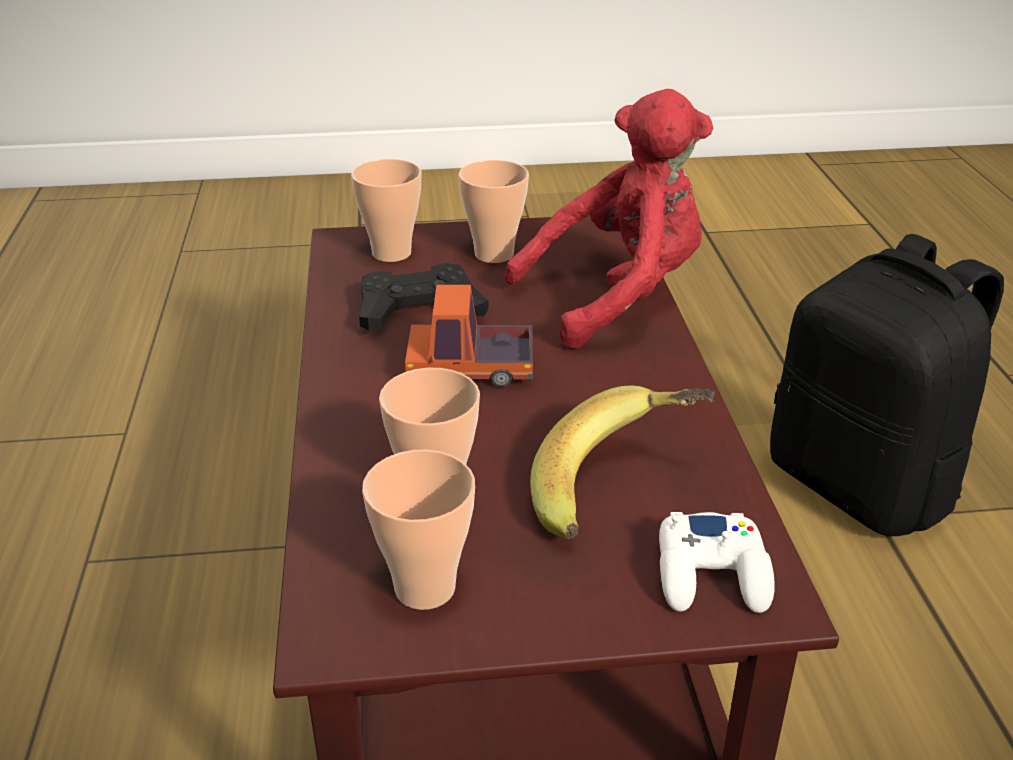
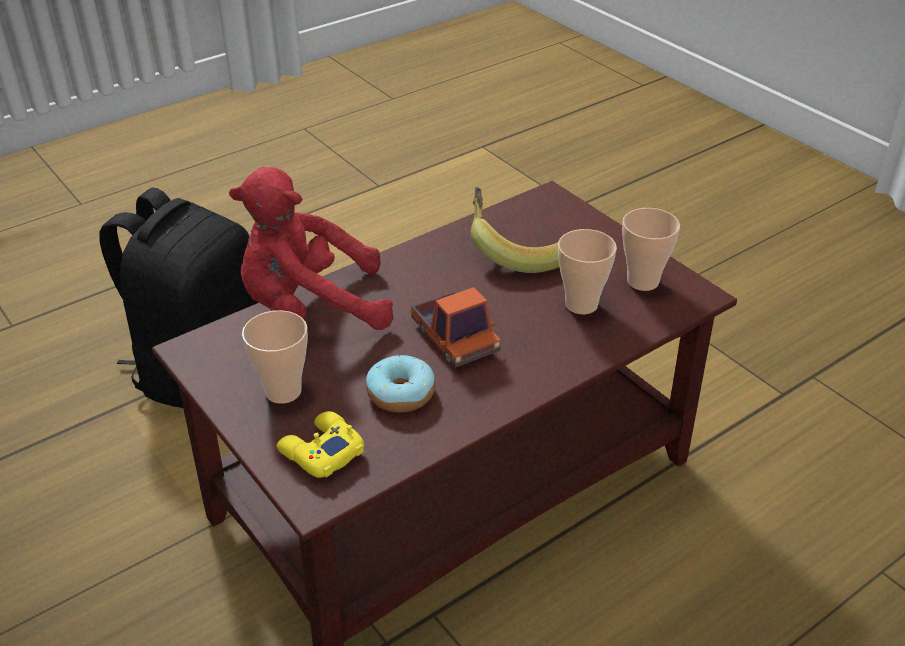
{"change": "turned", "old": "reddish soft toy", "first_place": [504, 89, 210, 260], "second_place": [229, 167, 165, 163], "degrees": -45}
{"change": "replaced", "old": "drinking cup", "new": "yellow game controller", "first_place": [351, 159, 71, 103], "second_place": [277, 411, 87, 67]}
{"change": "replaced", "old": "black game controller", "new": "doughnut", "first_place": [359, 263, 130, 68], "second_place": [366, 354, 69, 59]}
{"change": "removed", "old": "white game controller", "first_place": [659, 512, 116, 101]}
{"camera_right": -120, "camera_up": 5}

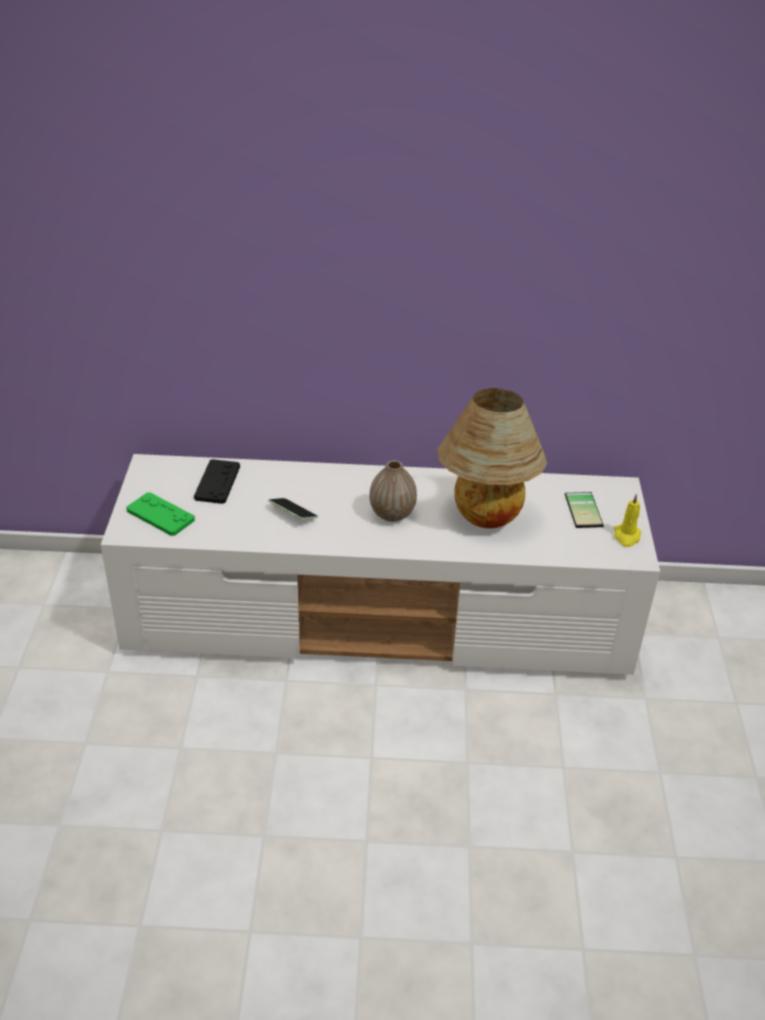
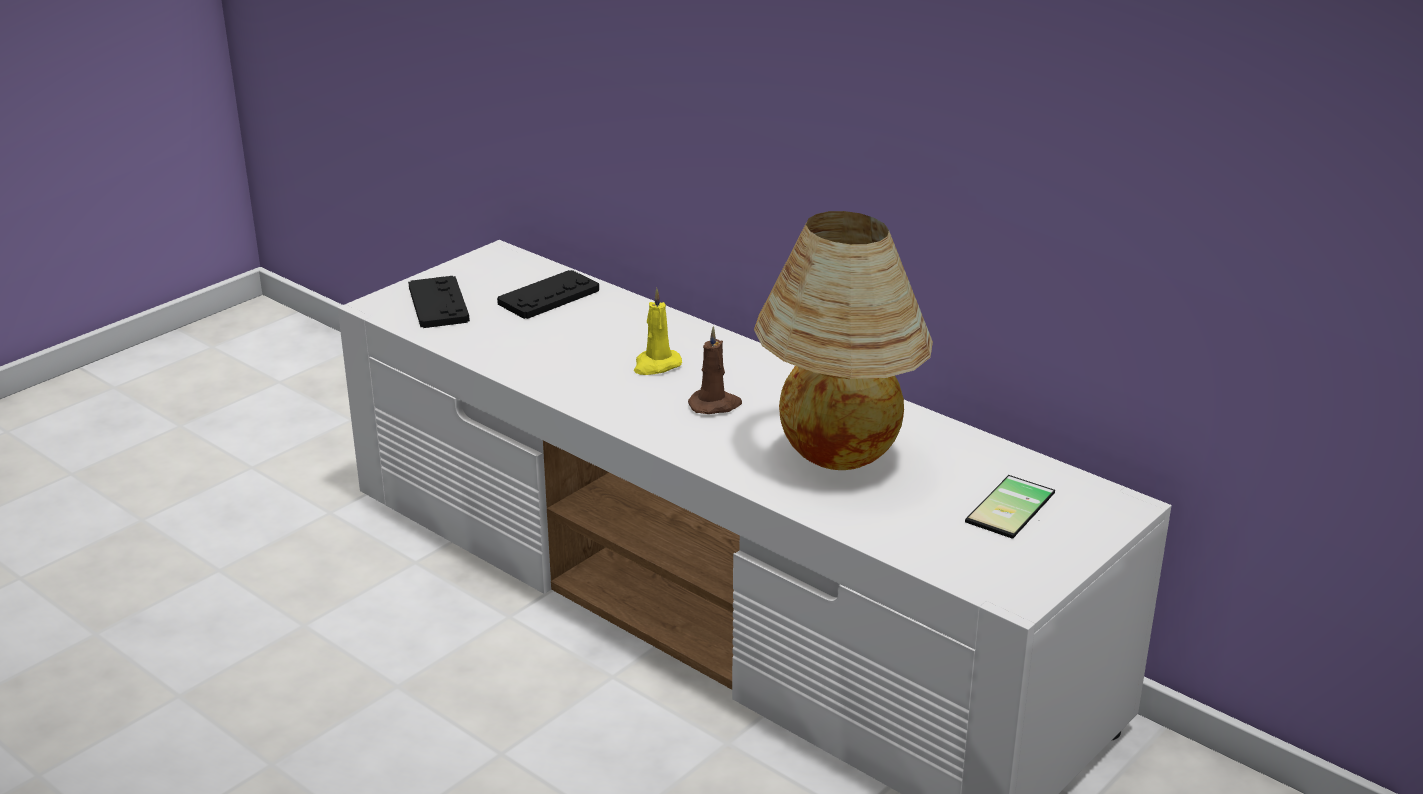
{"change": "replaced", "old": "vase", "new": "brownish wax candle", "first_place": [369, 460, 48, 62], "second_place": [688, 326, 54, 88]}
{"change": "recoloured", "old": "green-coloured game controller", "new": "black game controller", "first_place": [126, 492, 69, 44], "second_place": [408, 276, 62, 52]}
{"change": "moved", "old": "yellow wax candle", "first_place": [614, 494, 27, 53], "second_place": [634, 288, 48, 87]}
{"change": "removed", "old": "telephone", "first_place": [268, 498, 50, 21]}
{"camera_right": 40, "camera_up": -10}

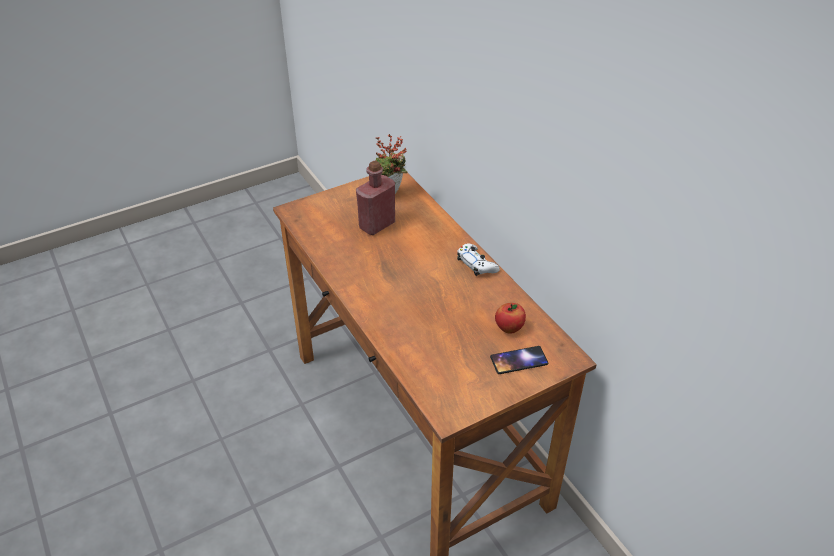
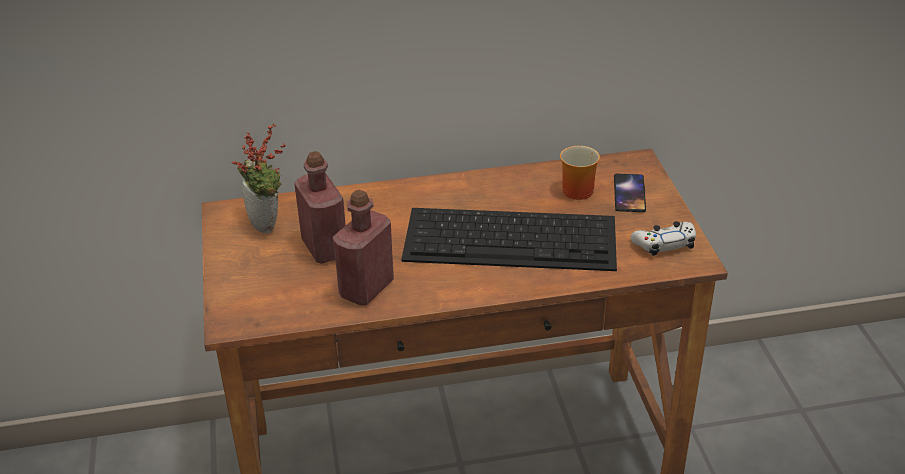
{"change": "moved", "old": "white game controller", "first_place": [457, 243, 43, 33], "second_place": [631, 221, 65, 35]}
{"change": "replaced", "old": "apple", "new": "mug", "first_place": [495, 303, 31, 30], "second_place": [560, 146, 40, 54]}
{"change": "added", "new": "reddish drink bottle", "second_place": [333, 190, 61, 116]}
{"change": "added", "new": "keyboard", "second_place": [401, 208, 216, 63]}
{"camera_right": -70, "camera_up": -5}

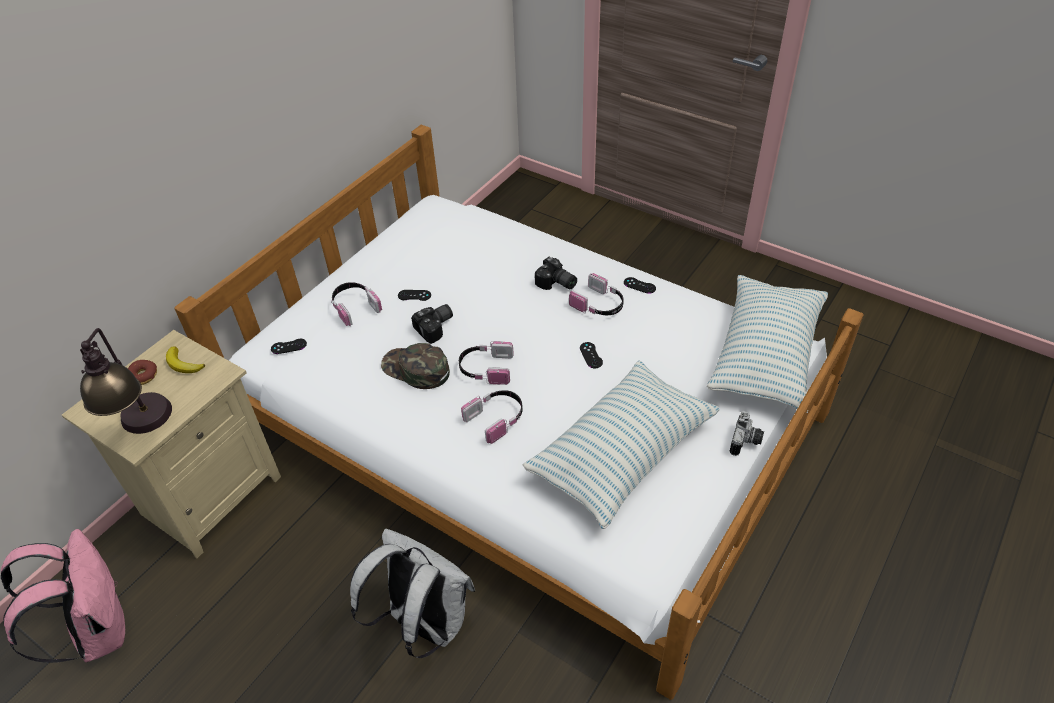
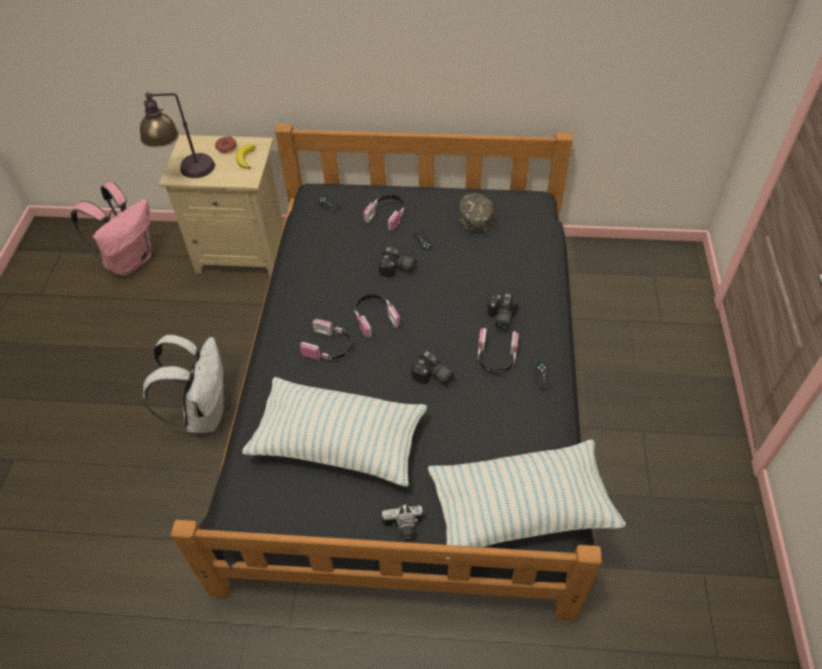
{"change": "recoloured", "old": "white bedroom bed", "new": "black bedroom bed", "first_place": [174, 125, 690, 575], "second_place": [171, 124, 431, 498]}
{"change": "replaced", "old": "black game controller", "new": "photo camera", "first_place": [580, 342, 23, 26], "second_place": [411, 350, 43, 35]}
{"change": "moved", "old": "green-coloured cap", "first_place": [381, 343, 69, 46], "second_place": [459, 193, 35, 40]}
{"camera_right": 60, "camera_up": 5}

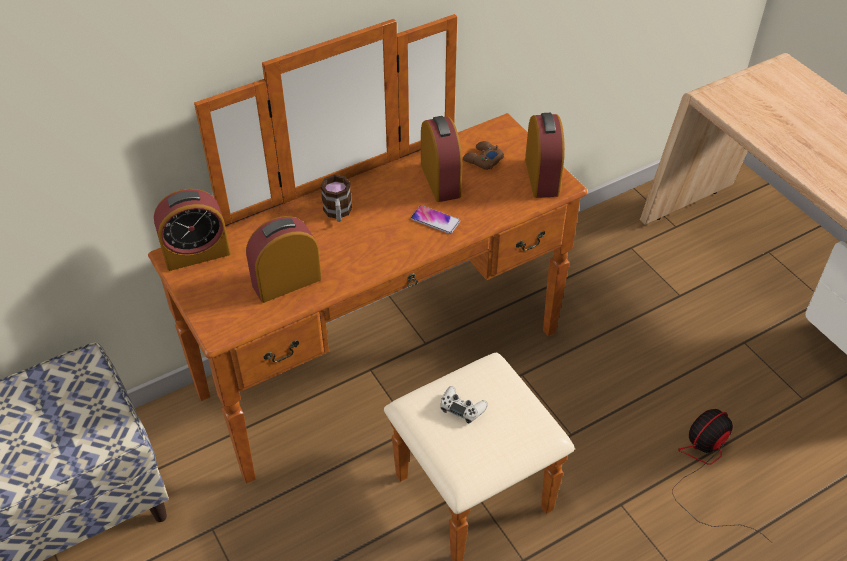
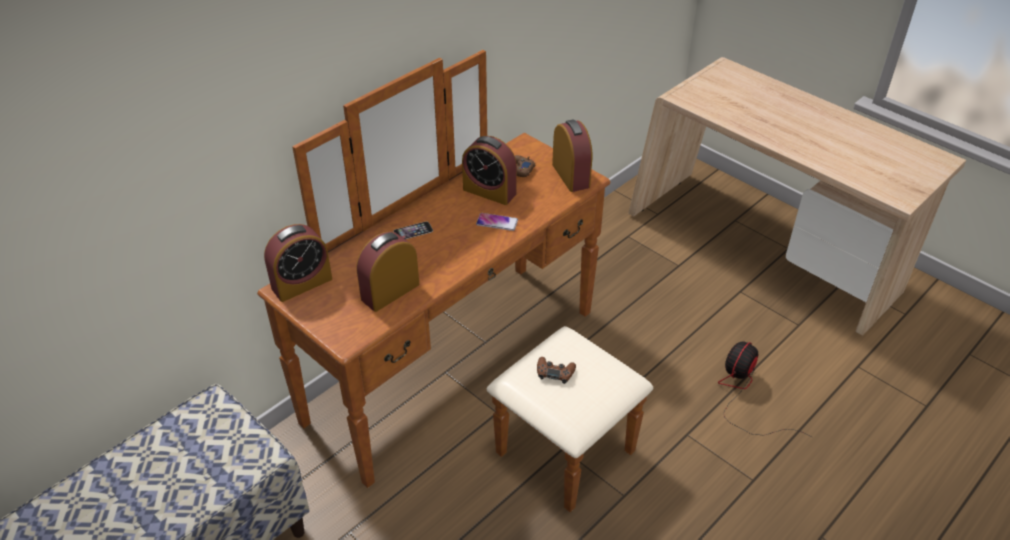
{"change": "turned", "old": "table clock", "first_place": [421, 116, 41, 86], "second_place": [462, 136, 55, 69], "degrees": 150}
{"change": "replaced", "old": "mug", "new": "telephone", "first_place": [321, 174, 31, 48], "second_place": [393, 221, 40, 18]}
{"change": "recoloured", "old": "white game controller", "new": "brownish game controller", "first_place": [441, 386, 47, 37], "second_place": [537, 357, 39, 27]}
{"camera_right": -15, "camera_up": -5}

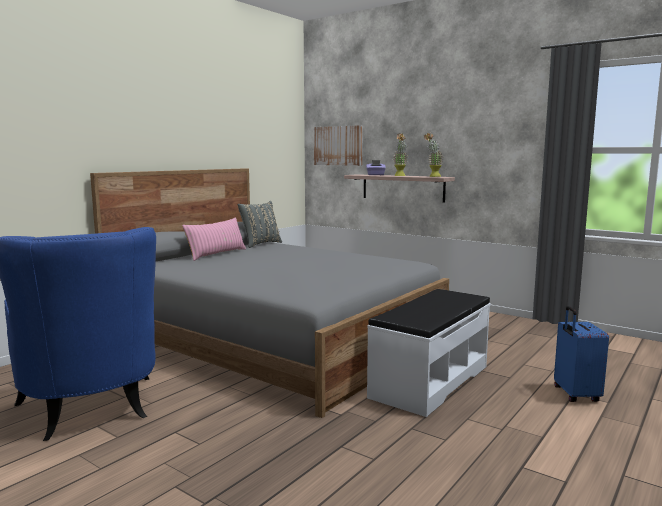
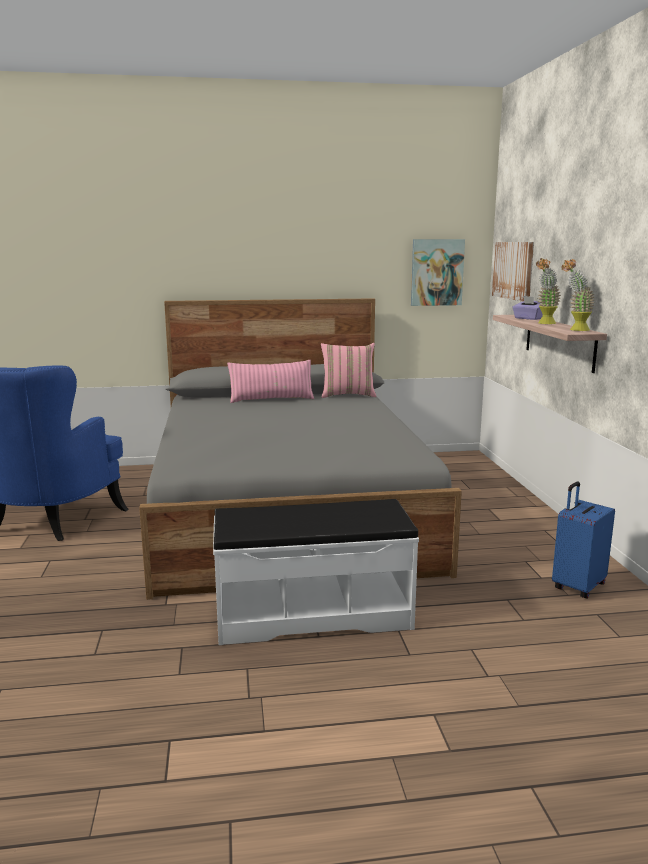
{"change": "recoloured", "old": "gray throw pillow", "new": "pink-coloured throw pillow", "first_place": [237, 201, 45, 47], "second_place": [321, 343, 56, 55]}
{"change": "moved", "old": "blue piece of luggage", "first_place": [554, 306, 55, 96], "second_place": [552, 482, 63, 116]}
{"change": "added", "new": "wall picture", "second_place": [411, 239, 54, 67]}
{"camera_right": 45, "camera_up": 5}

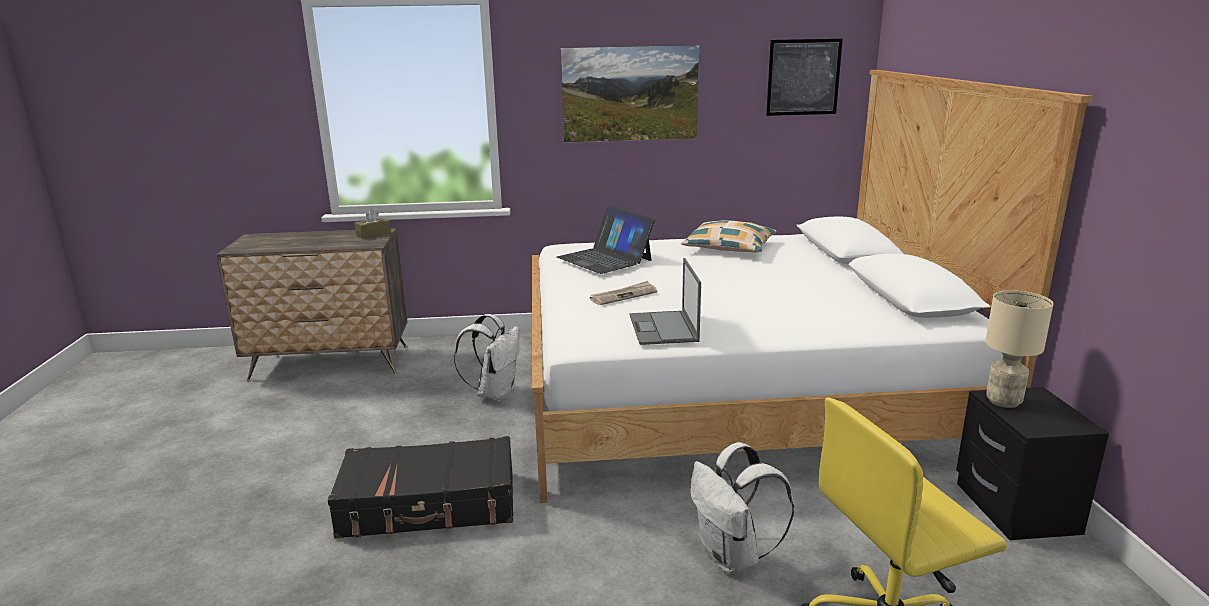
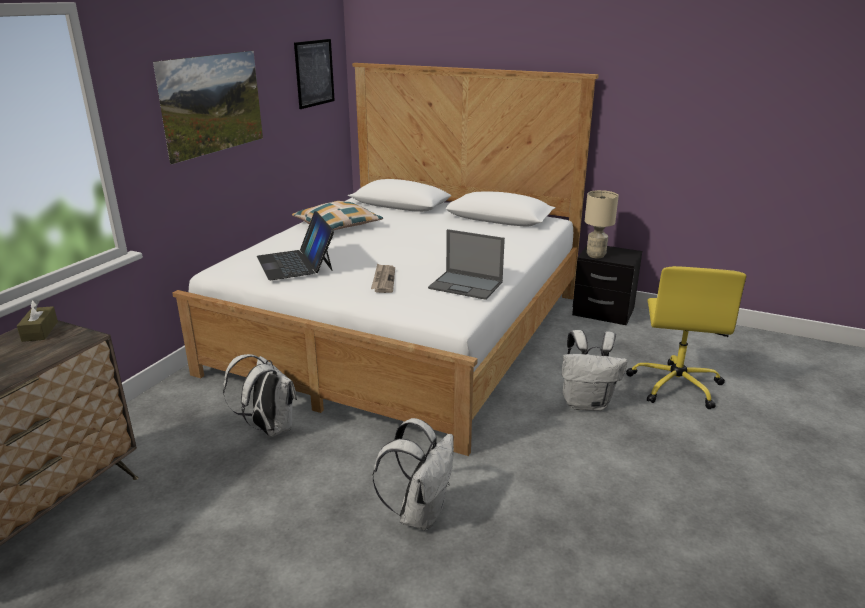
{"change": "turned", "old": "portable computer", "first_place": [557, 206, 98, 68], "second_place": [257, 211, 77, 69], "degrees": 75}
{"change": "replaced", "old": "black piece of luggage", "new": "white rucksack", "first_place": [328, 436, 185, 103], "second_place": [373, 418, 81, 113]}
{"camera_right": -60, "camera_up": 5}

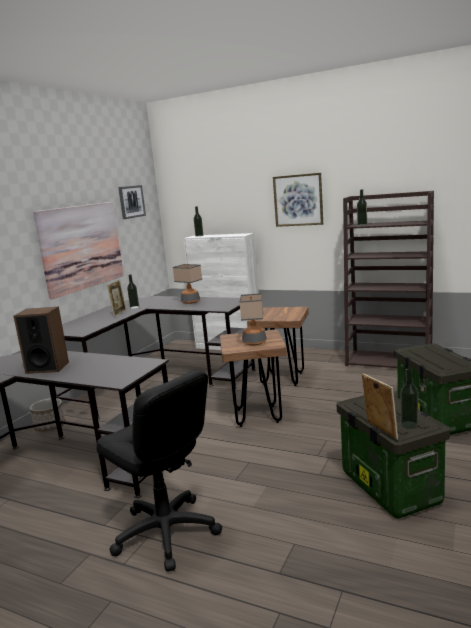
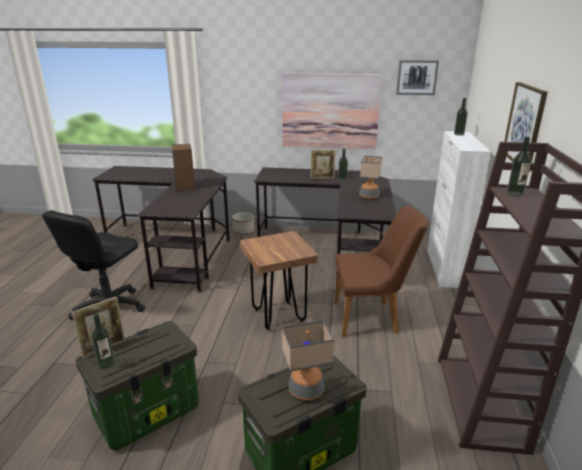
{"change": "moved", "old": "tabletop lamp", "first_place": [239, 293, 28, 52], "second_place": [282, 321, 52, 79]}
{"change": "replaced", "old": "brownish stool", "new": "brownish upright chair", "first_place": [247, 307, 62, 79], "second_place": [334, 206, 95, 131]}
{"camera_right": 70, "camera_up": 10}

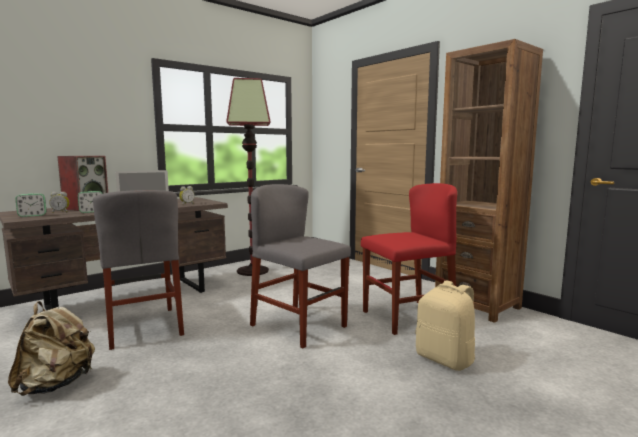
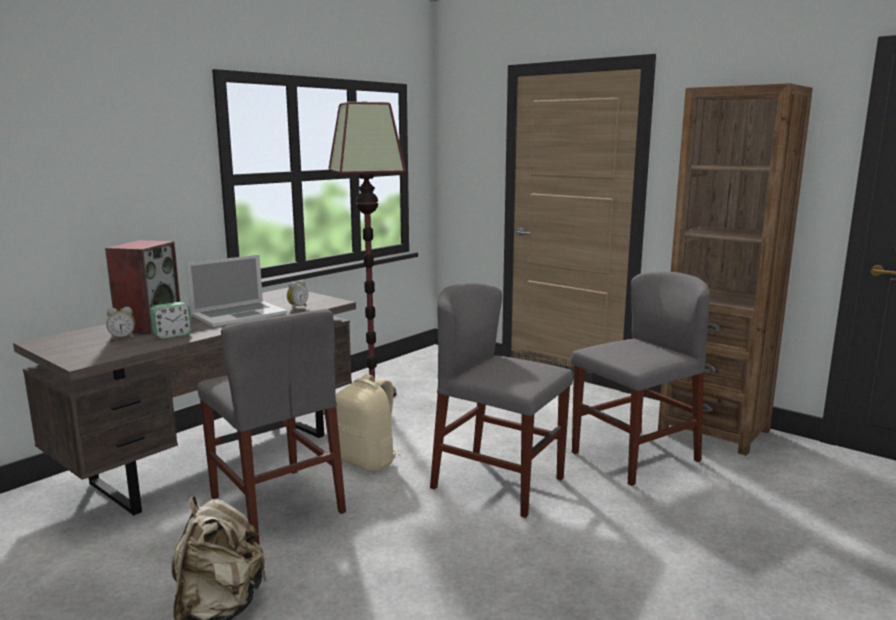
{"change": "recoloured", "old": "reddish upright chair", "new": "gray upright chair", "first_place": [361, 183, 96, 152], "second_place": [571, 272, 139, 214]}
{"change": "removed", "old": "table clock", "first_place": [15, 194, 31, 23]}
{"change": "moved", "old": "sand-coloured rucksack", "first_place": [416, 280, 59, 91], "second_place": [336, 374, 64, 97]}
{"camera_right": -10, "camera_up": 5}

